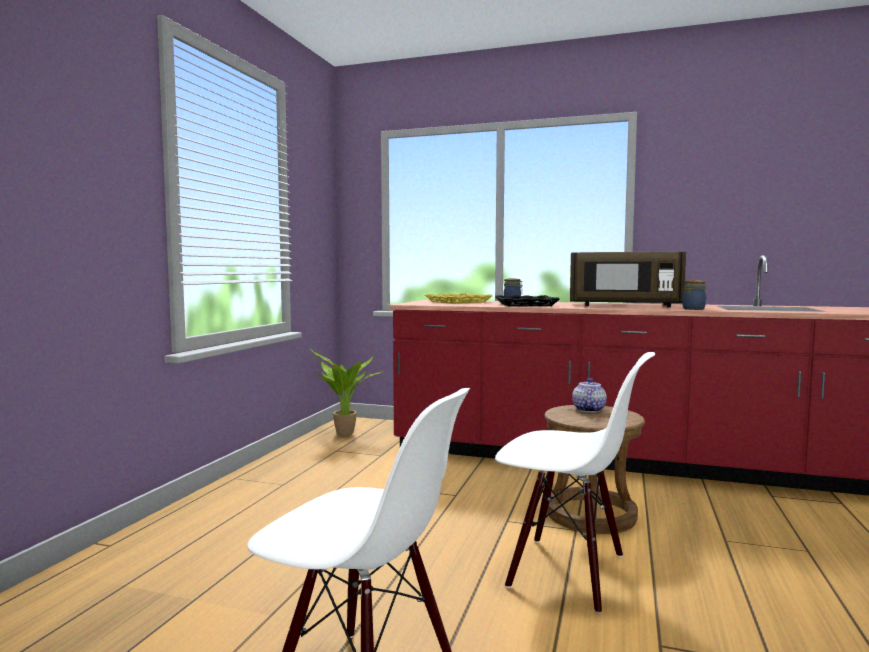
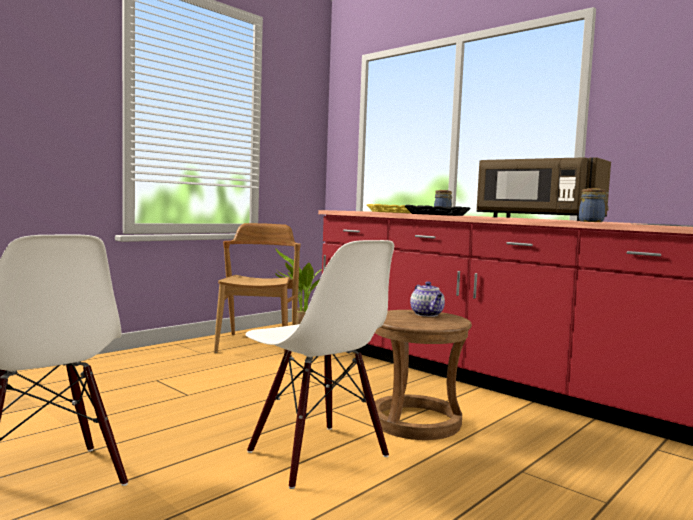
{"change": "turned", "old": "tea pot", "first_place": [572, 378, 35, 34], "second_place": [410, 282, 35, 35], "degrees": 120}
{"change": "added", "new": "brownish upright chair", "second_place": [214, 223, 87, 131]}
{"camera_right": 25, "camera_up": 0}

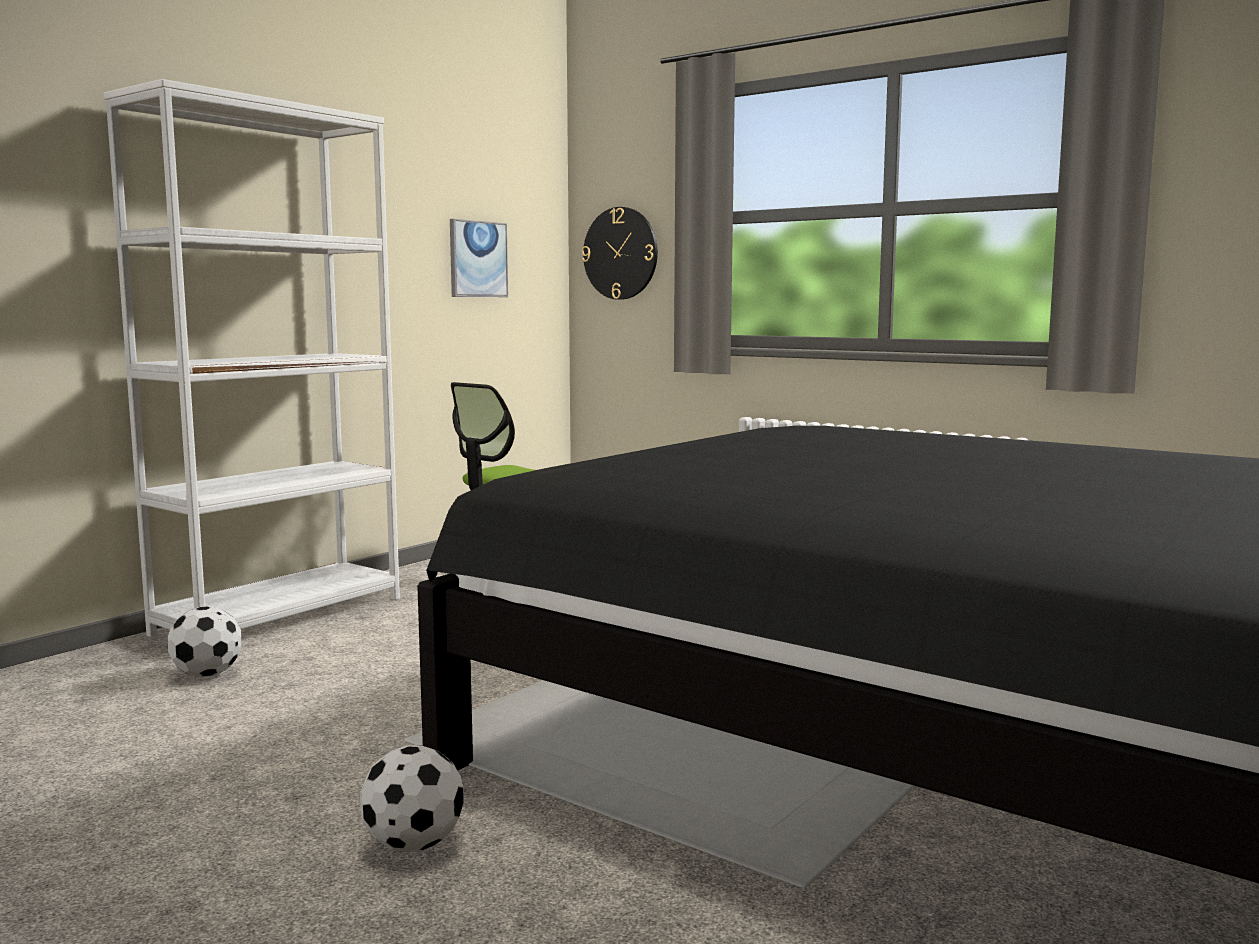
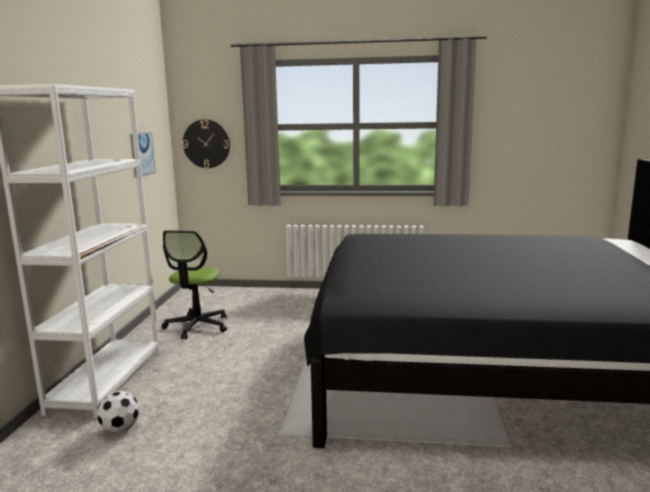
{"change": "removed", "old": "football ball", "first_place": [360, 745, 104, 107]}
{"camera_right": -30, "camera_up": 5}

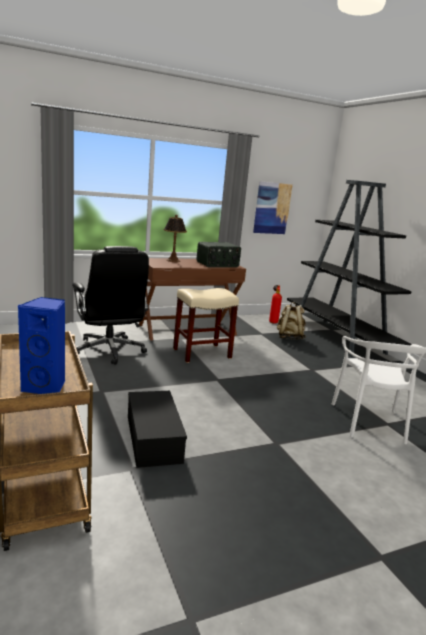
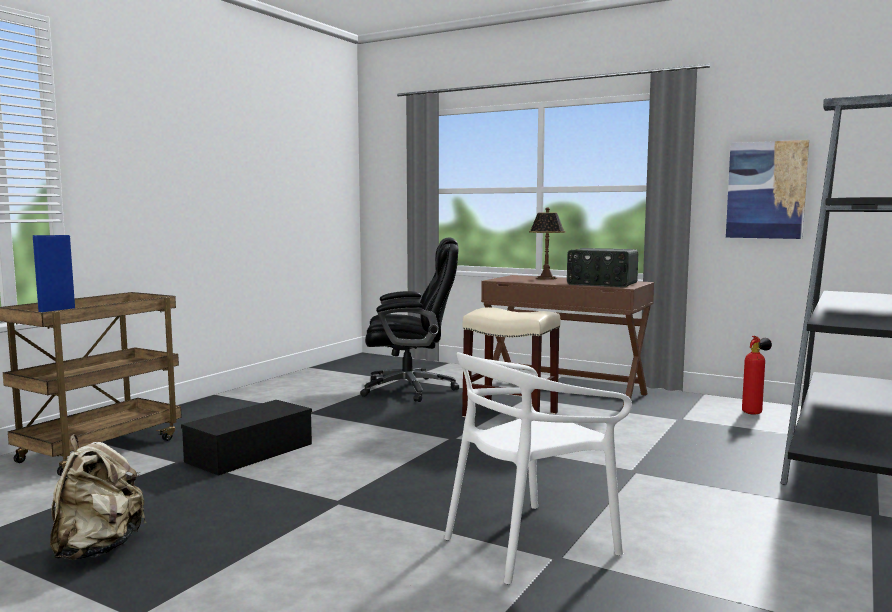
{"change": "turned", "old": "black office chair", "first_place": [72, 246, 77, 119], "second_place": [360, 237, 99, 165], "degrees": -120}
{"change": "moved", "old": "sand-coloured rucksack", "first_place": [277, 302, 29, 38], "second_place": [50, 434, 96, 126]}
{"camera_right": 55, "camera_up": -10}

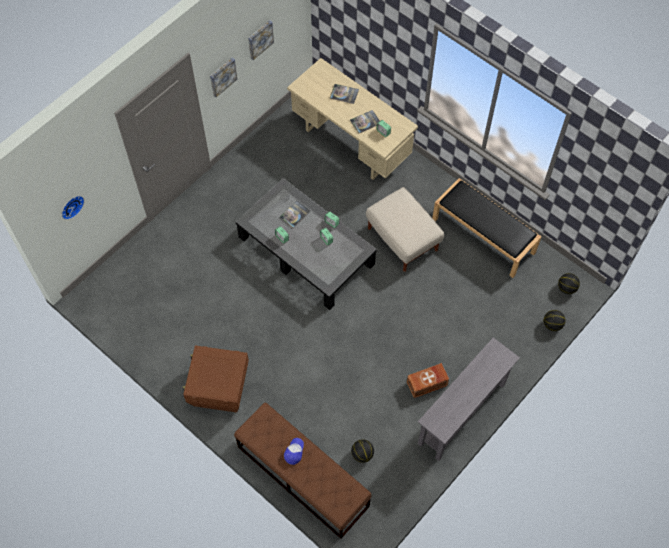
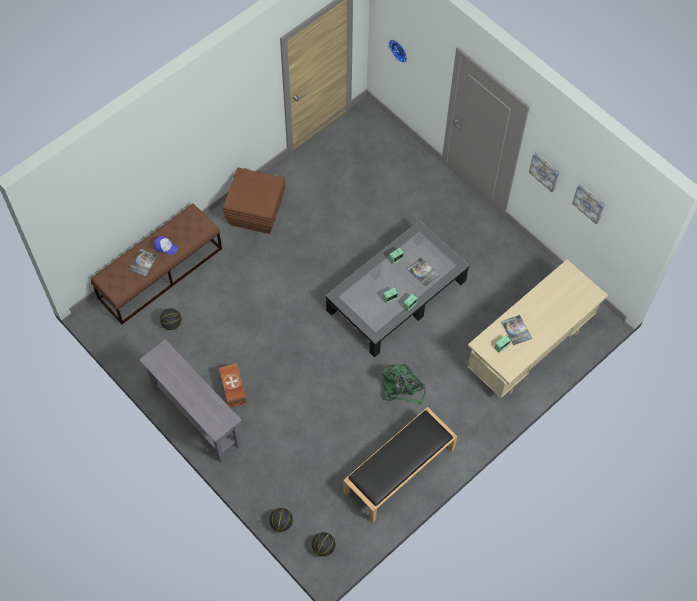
{"change": "moved", "old": "volume", "first_place": [330, 84, 29, 20], "second_place": [128, 249, 30, 28]}
{"change": "replaced", "old": "sand-coloured pouffe", "new": "green-coloured rucksack", "first_place": [366, 187, 78, 85], "second_place": [381, 364, 45, 42]}
{"camera_right": 95, "camera_up": 0}

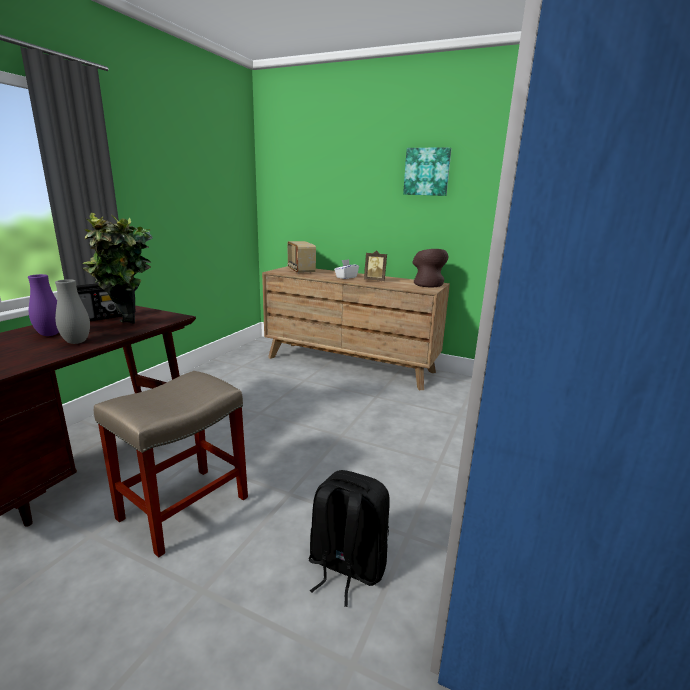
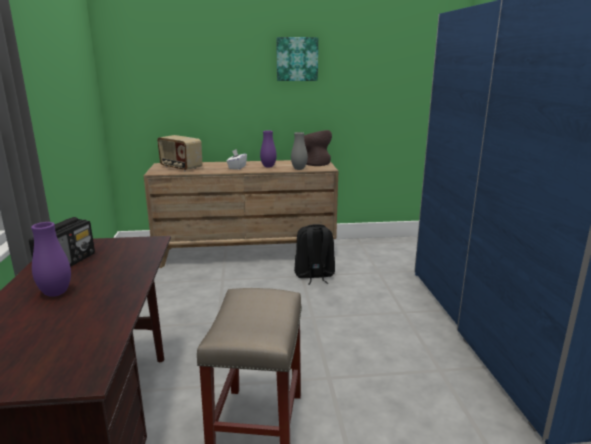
{"change": "removed", "old": "potted plant", "first_place": [82, 213, 71, 111]}
{"change": "replaced", "old": "photo frame", "new": "purple-coloured vase", "first_place": [364, 250, 23, 31], "second_place": [260, 131, 17, 37]}
{"change": "moved", "old": "gray vase", "first_place": [55, 279, 35, 65], "second_place": [291, 132, 17, 38]}
{"change": "moved", "old": "black rucksack", "first_place": [309, 470, 81, 137], "second_place": [294, 224, 41, 61]}
{"camera_right": -30, "camera_up": 0}

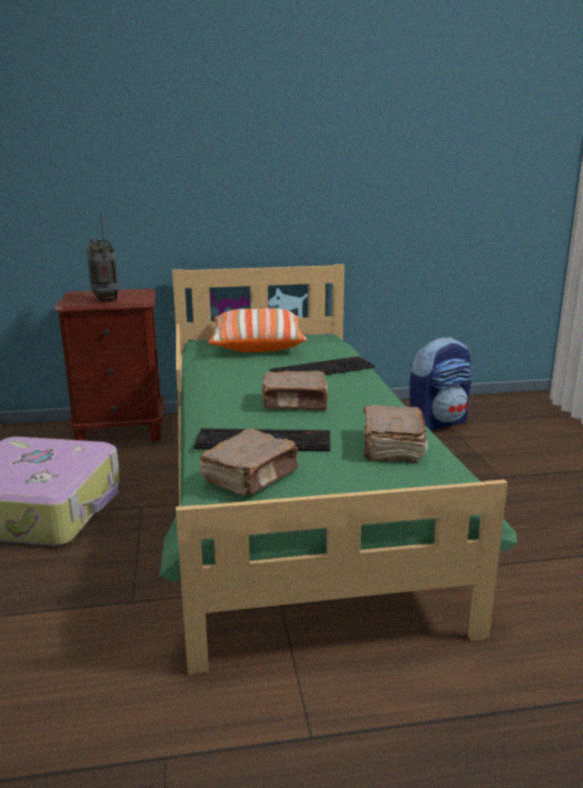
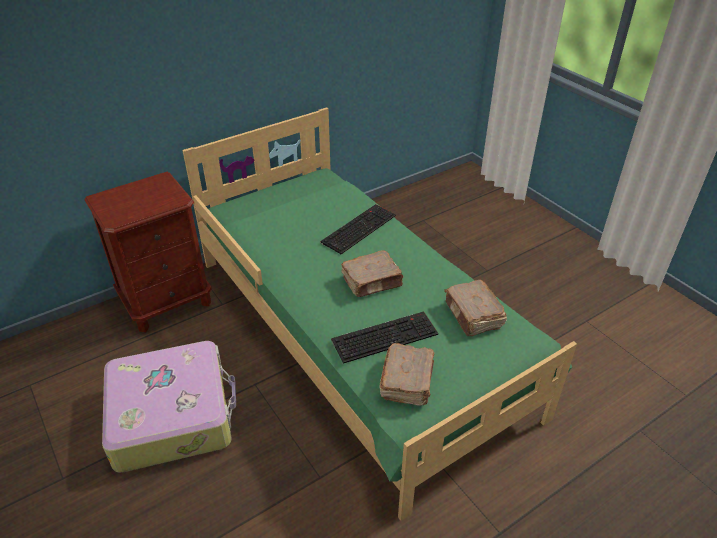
{"change": "removed", "old": "radio receiver", "first_place": [86, 211, 33, 91]}
{"change": "removed", "old": "throw pillow", "first_place": [208, 308, 99, 44]}
{"change": "removed", "old": "rucksack", "first_place": [409, 337, 64, 94]}
{"camera_right": -25, "camera_up": 20}

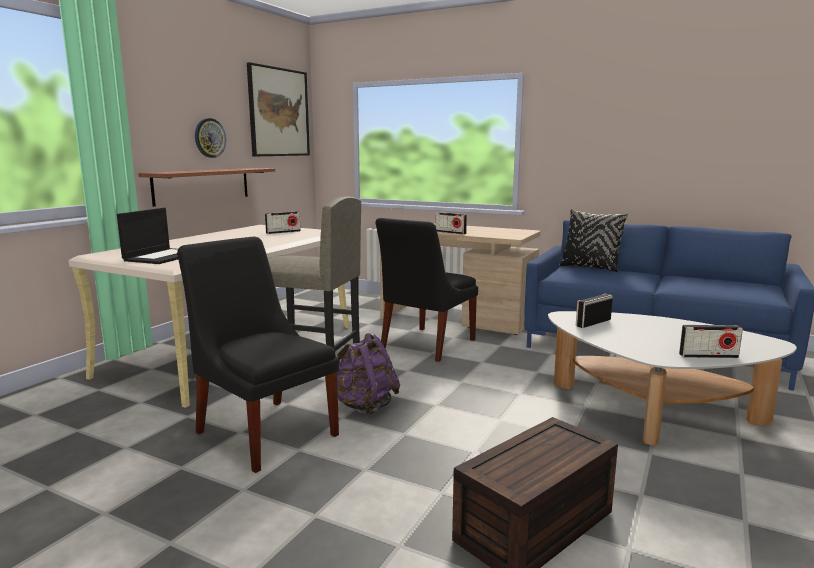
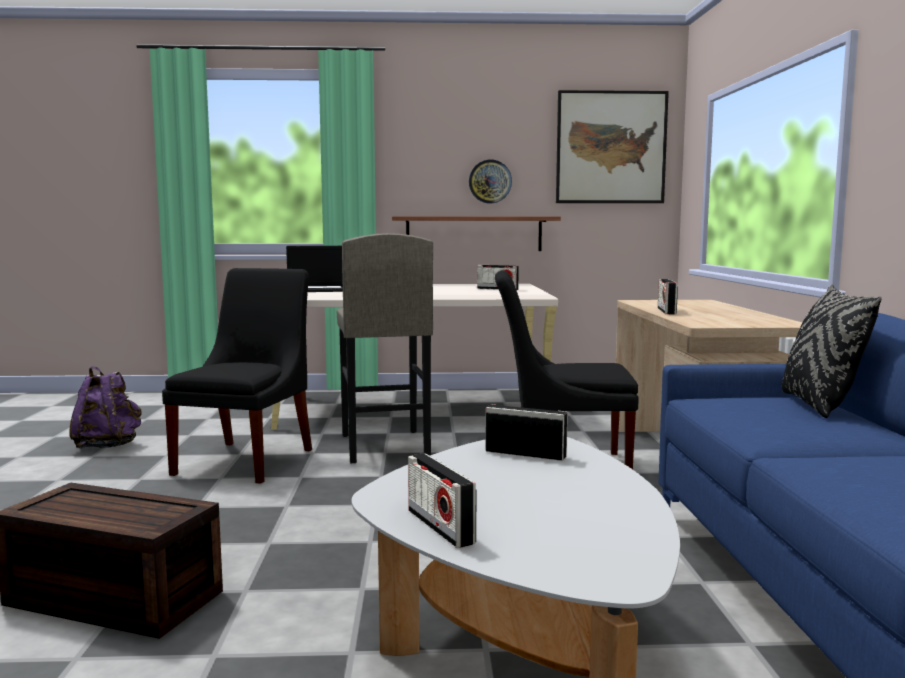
{"change": "moved", "old": "purple-coloured rucksack", "first_place": [337, 333, 63, 82], "second_place": [69, 366, 72, 83]}
{"camera_right": 60, "camera_up": -5}

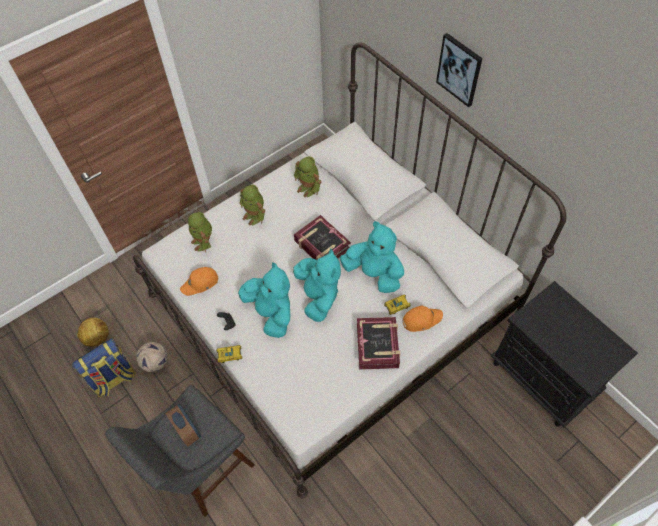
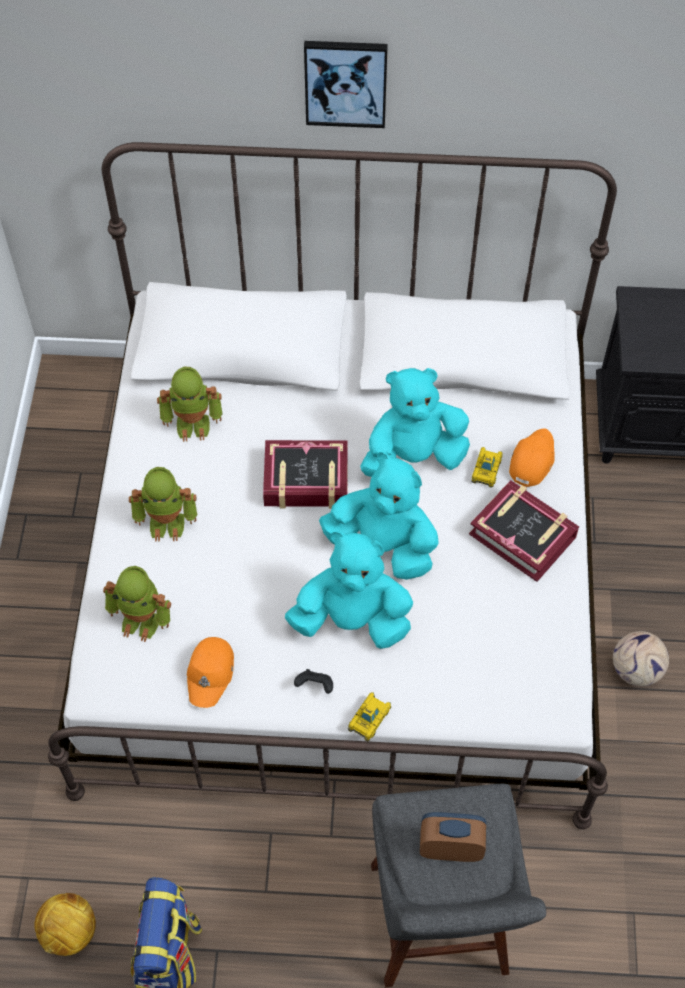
{"change": "moved", "old": "football ball", "first_place": [136, 342, 32, 30], "second_place": [613, 631, 56, 55]}
{"camera_right": -50, "camera_up": 0}

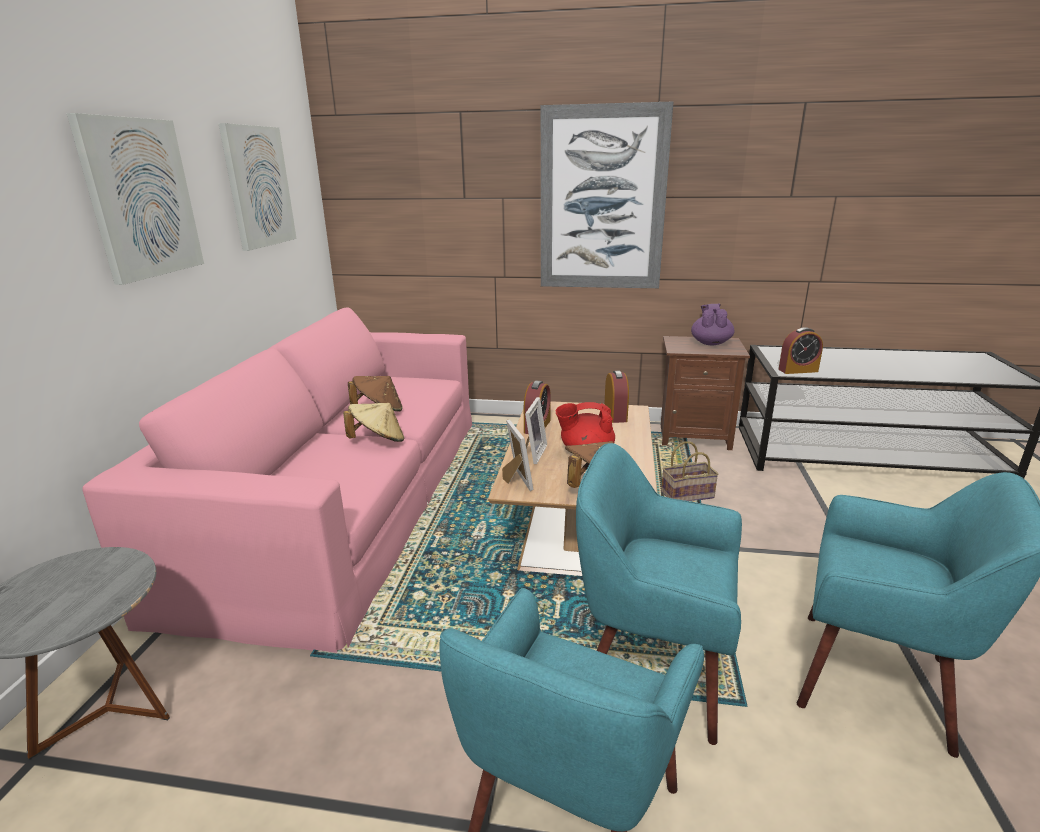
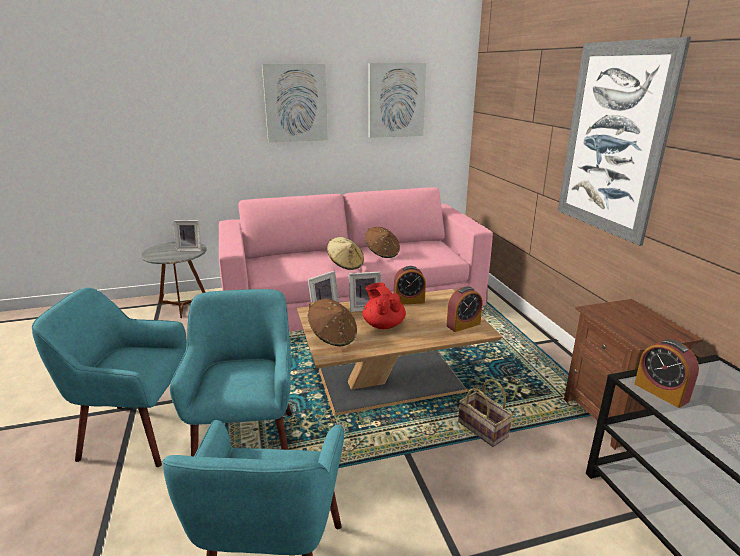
{"change": "removed", "old": "purple-coloured tea pot", "first_place": [691, 304, 44, 41]}
{"change": "added", "new": "photo frame", "second_place": [173, 220, 29, 31]}
{"camera_right": 65, "camera_up": 0}

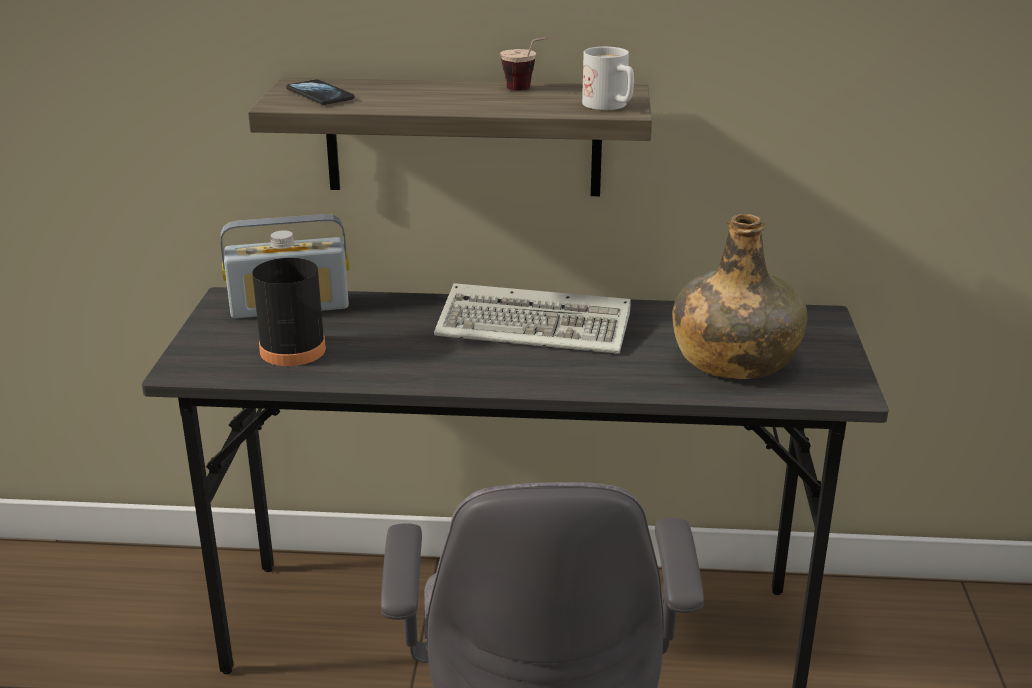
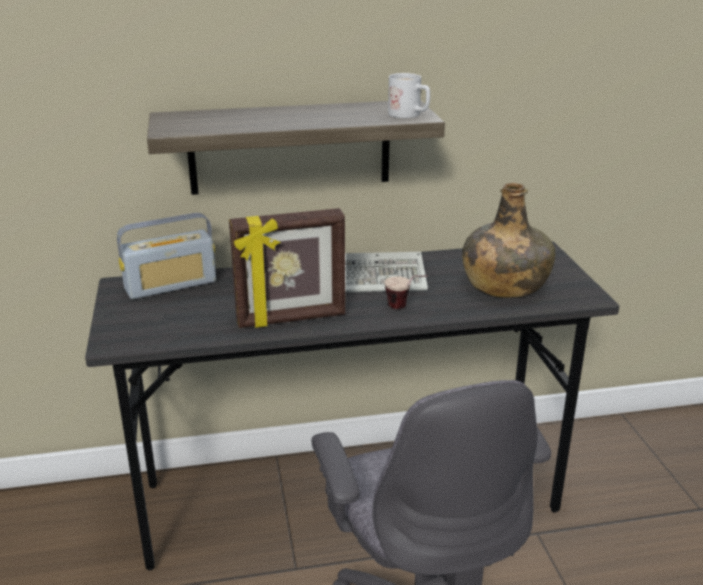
{"change": "moved", "old": "drinking cup", "first_place": [500, 37, 48, 54], "second_place": [384, 275, 44, 34]}
{"change": "removed", "old": "telephone", "first_place": [286, 79, 69, 26]}
{"change": "removed", "old": "black drink bottle", "first_place": [252, 230, 74, 136]}
{"change": "added", "new": "photo frame", "second_place": [229, 208, 116, 120]}
{"camera_right": -15, "camera_up": 0}

